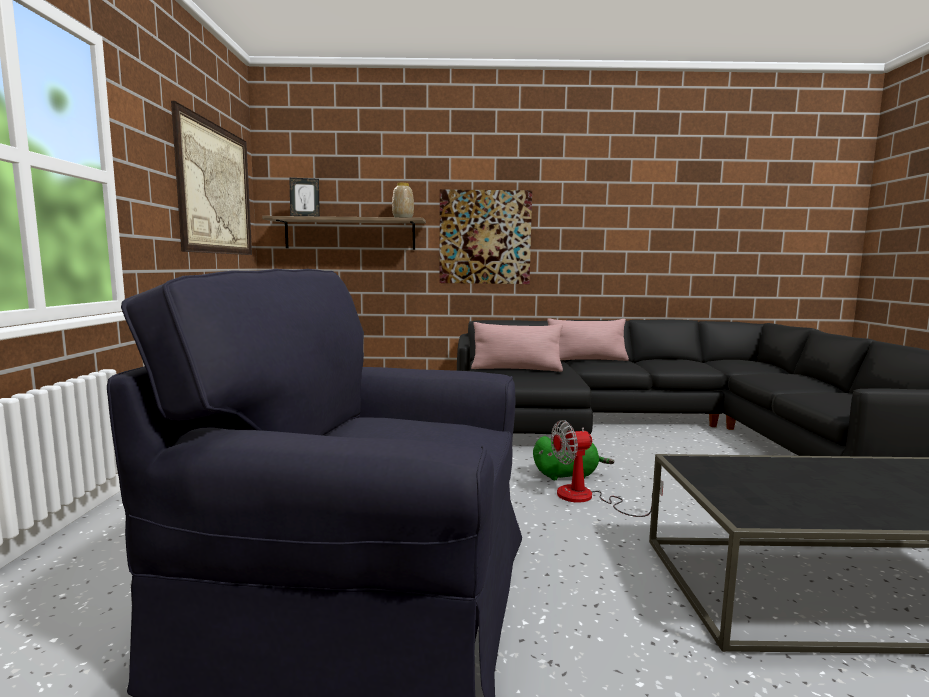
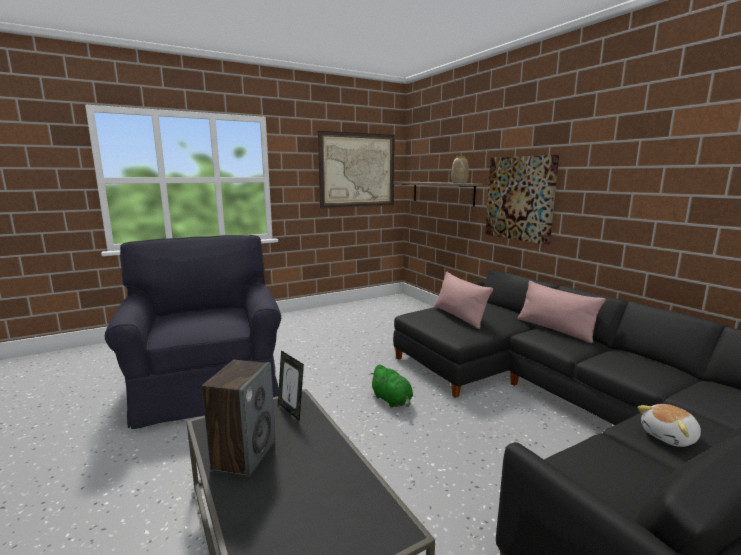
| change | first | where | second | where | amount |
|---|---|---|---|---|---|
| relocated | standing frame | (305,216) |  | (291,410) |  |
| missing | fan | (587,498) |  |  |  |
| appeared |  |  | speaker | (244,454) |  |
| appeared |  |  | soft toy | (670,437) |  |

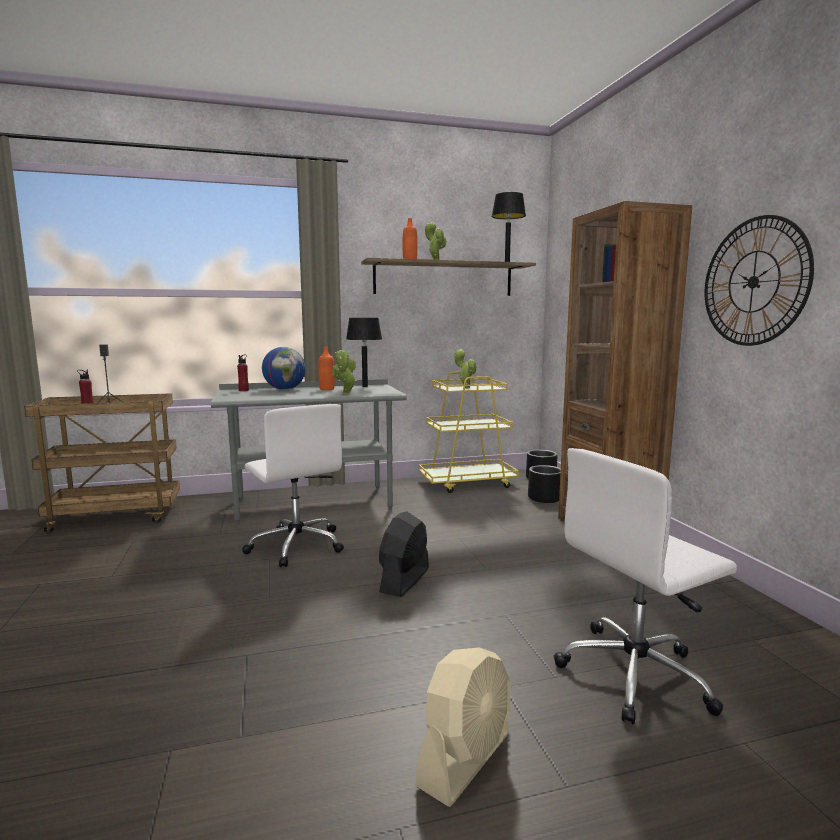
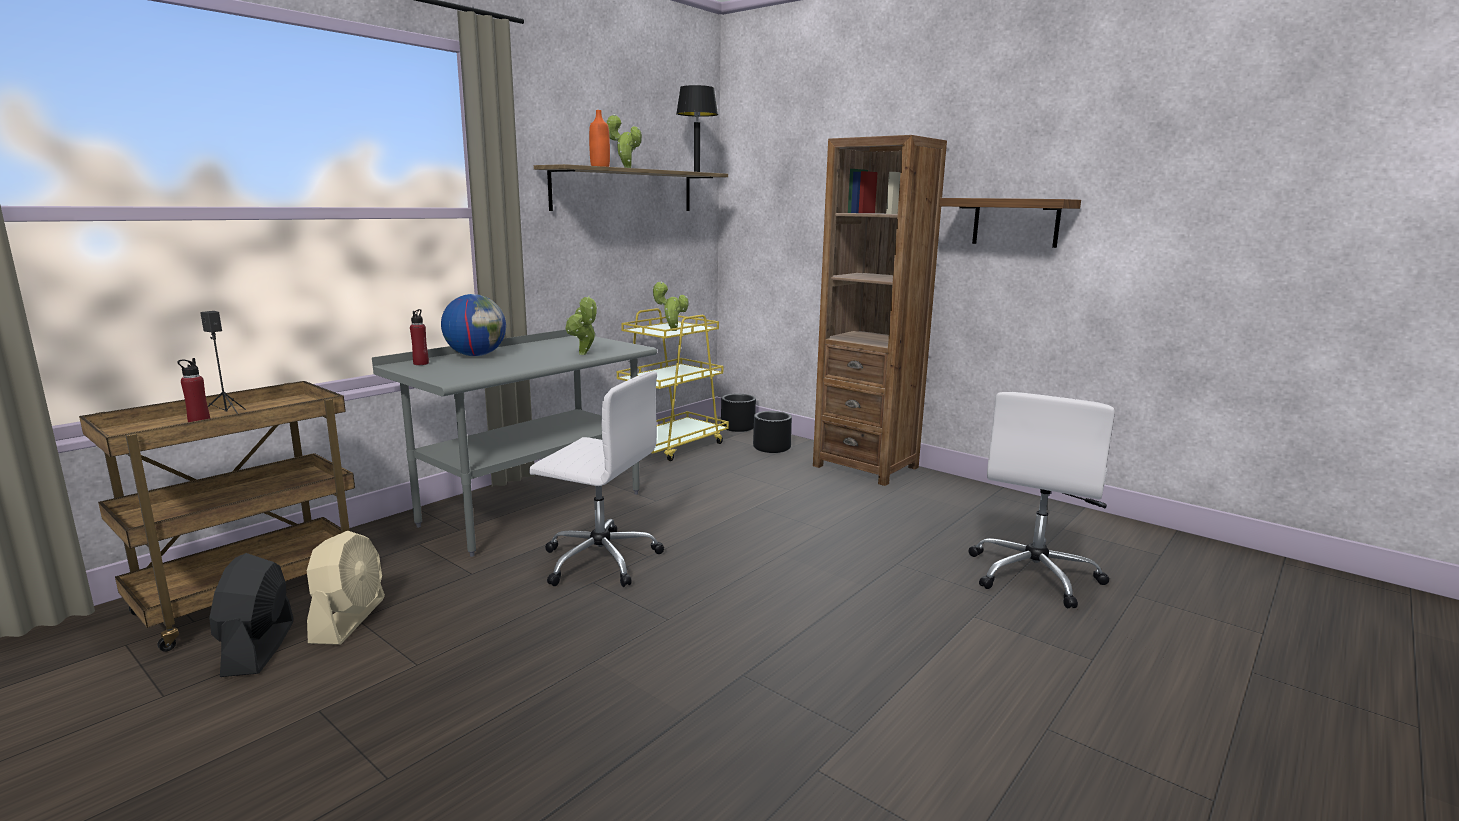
| change | first | where | second | where | amount |
|---|---|---|---|---|---|
| missing | beverage bottle/orange-coloured | (327,389) |  |  |  |
| missing | table lamp/black-coloured | (364,386) |  |  |  |
| relocated | fan/black-coloured | (404,580) |  | (259,648) |  |
| relocated | fan/beige-coloured | (465,758) |  | (349,619) |  |
| exchanged | clock on the wall | (753,282) | wall shelf | (1015,222) |  |

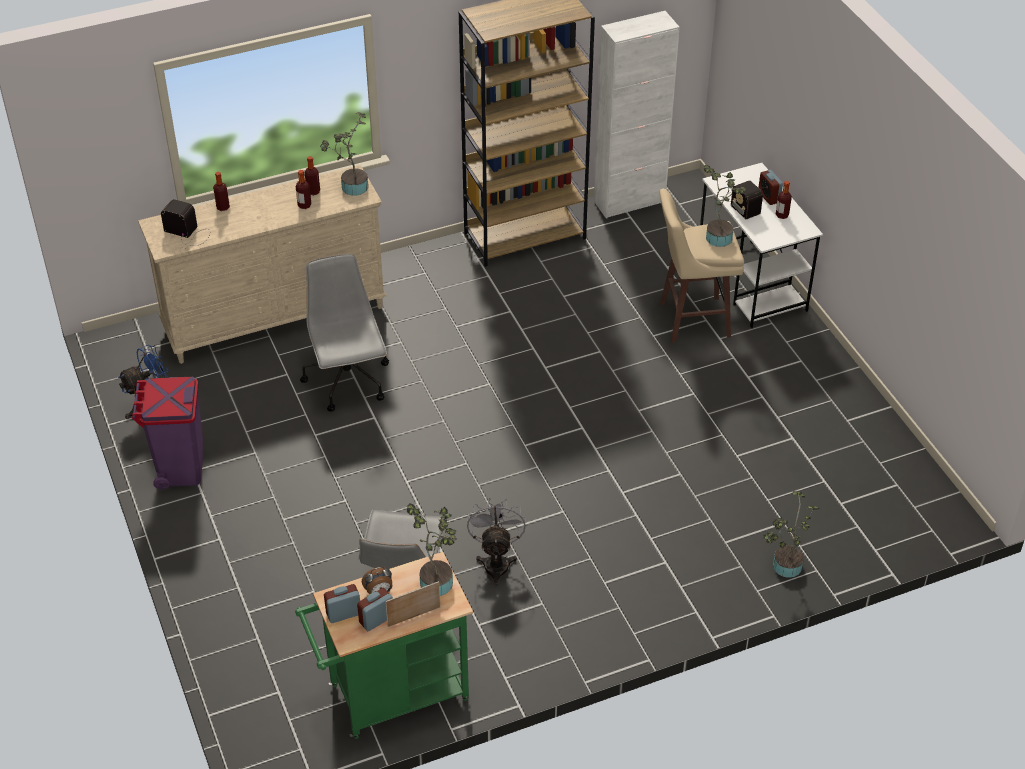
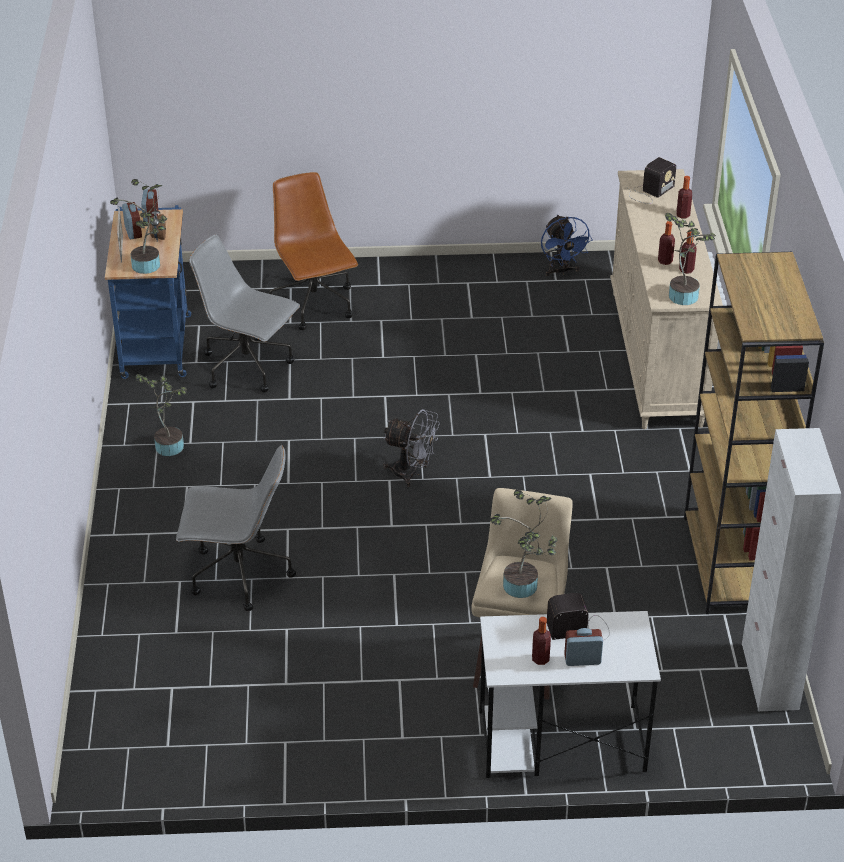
| change | first | where | second | where | amount |
|---|---|---|---|---|---|
| missing | waste bin/purplish | (180,468) |  |  |  |
| colour | wheeled cart/greenish | (390,696) | wheeled cart/blue | (156,341) |  |
| relocated | desk chair/gray | (348,382) |  | (238,575) |  |
| relocated | fan/gray | (496,562) |  | (411,473) |  |
| relocated | houseplant | (784,567) |  | (169,444) |  |
| appeared |  |  | desk chair/brownish | (314,305) |  |

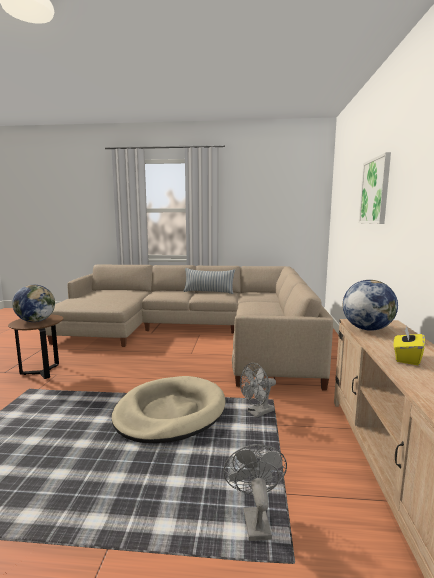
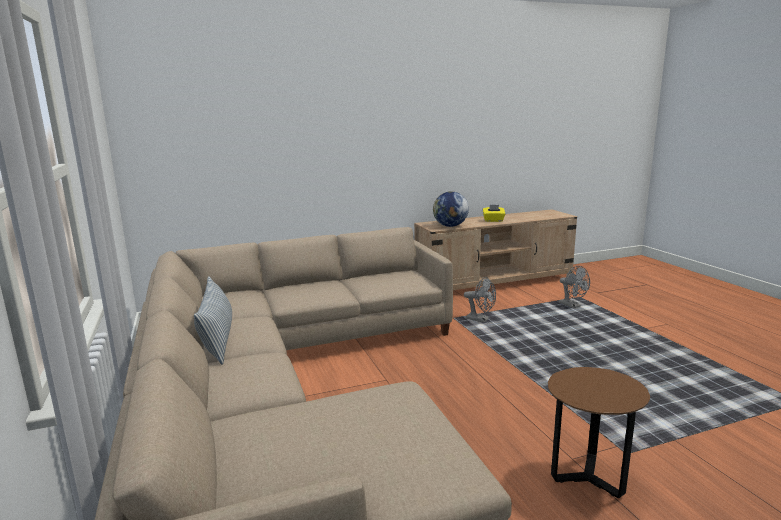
| change | first | where | second | where | amount |
|---|---|---|---|---|---|
| missing | desk globe | (36,321) |  |  |  |
| missing | pet bed/beige-coloured | (170,412) |  |  |  |
| spun | fan/gray | (255,519) |  | (572,306) | 90 degrees counterclockwise |
| missing | wall picture | (375,191) |  |  |  |

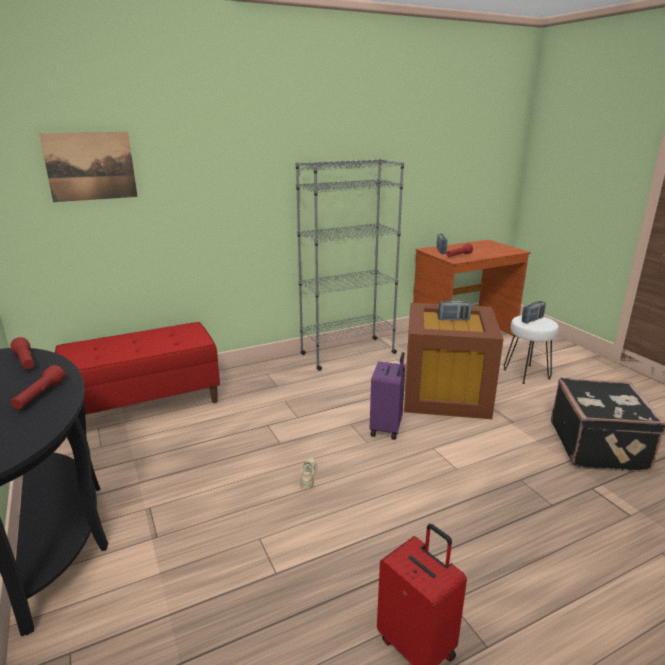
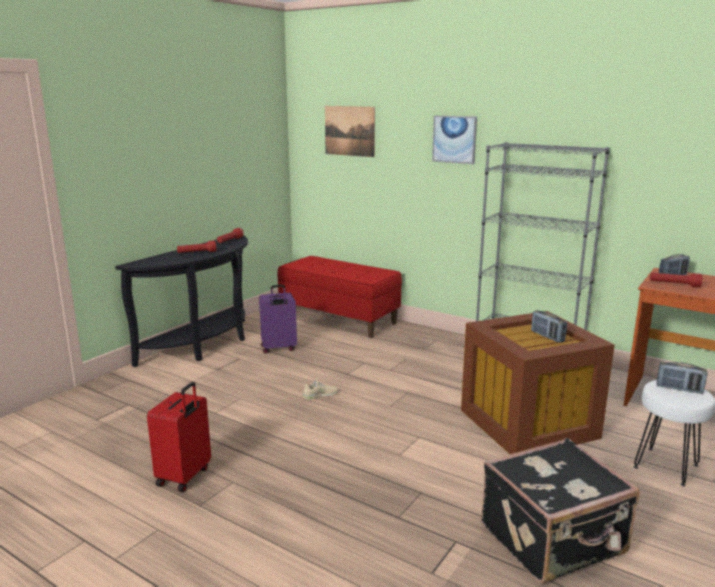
| change | first | where | second | where | amount |
|---|---|---|---|---|---|
| relocated | suitcase/purplish | (387,428) |  | (278,348) |  |
| appeared |  |  | wall picture | (454,139) |  |

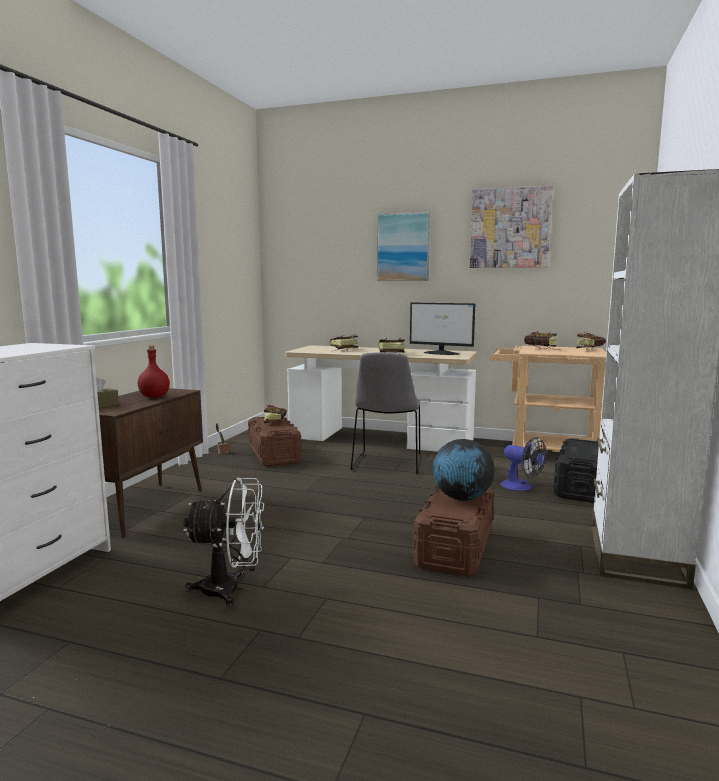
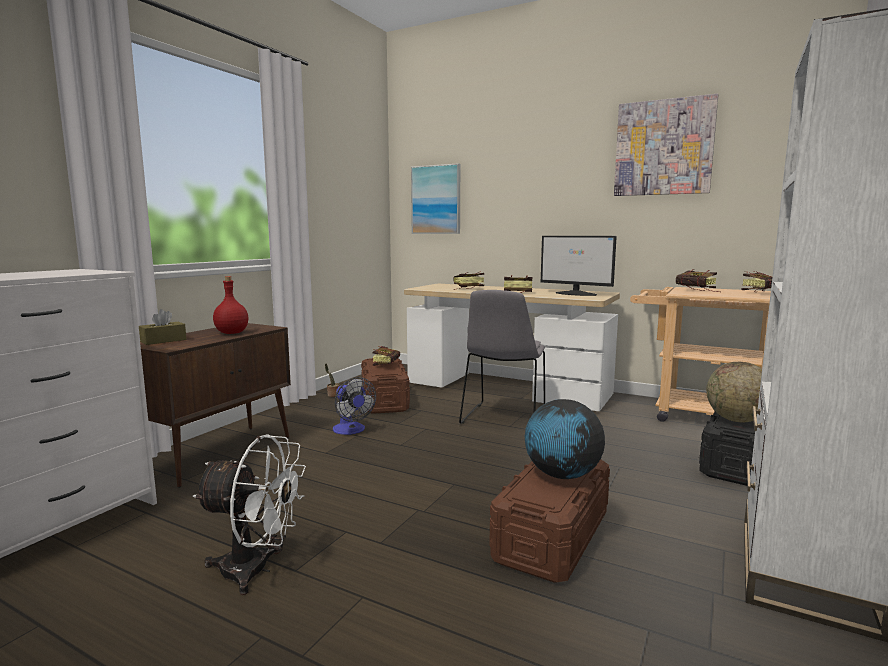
| change | first | where | second | where | amount |
|---|---|---|---|---|---|
| relocated | wall picture | (403,247) |  | (436,200) |  |
| relocated | fan | (521,487) |  | (351,430) |  |
| appeared |  |  | desk globe | (737,420) |  |

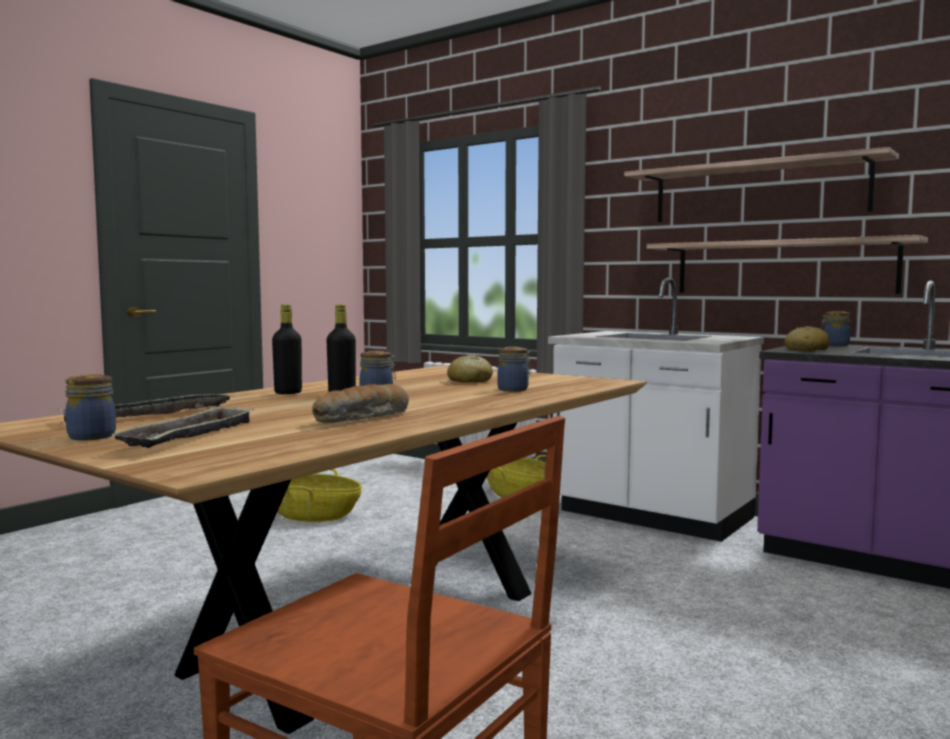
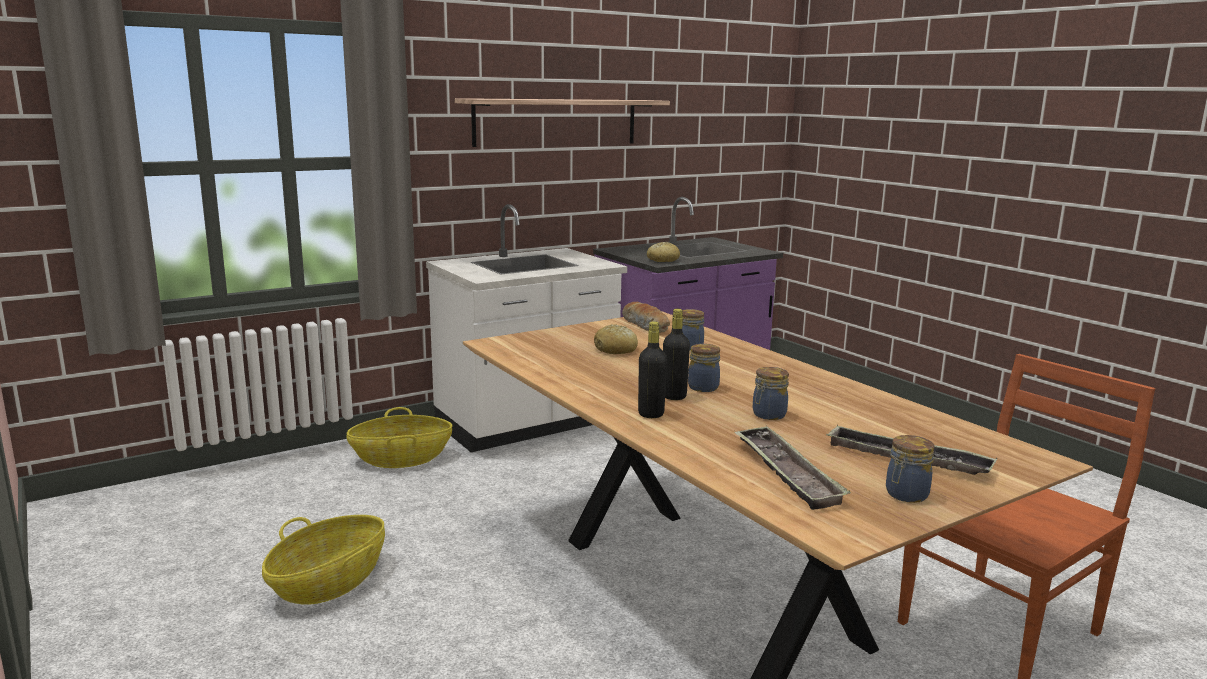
| change | first | where | second | where | amount |
|---|---|---|---|---|---|
| relocated | baked bread | (364,418) |  | (646,326) |  |
| missing | wall shelf | (782,267) |  |  |  |
| relocated | jar | (834,345) |  | (768,415) |  |

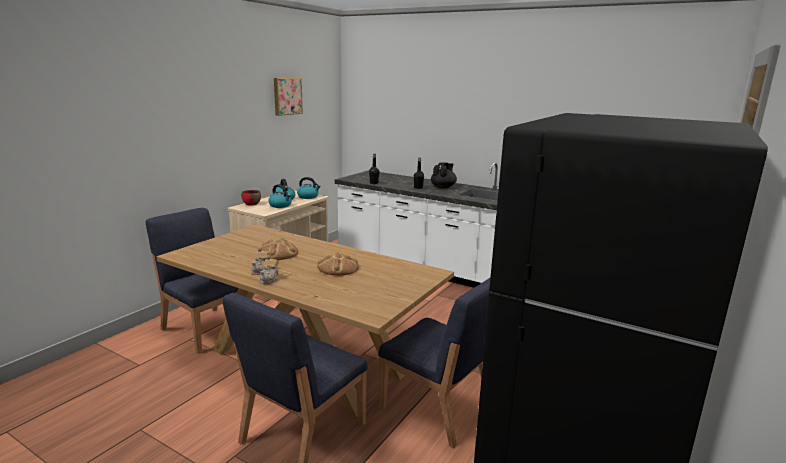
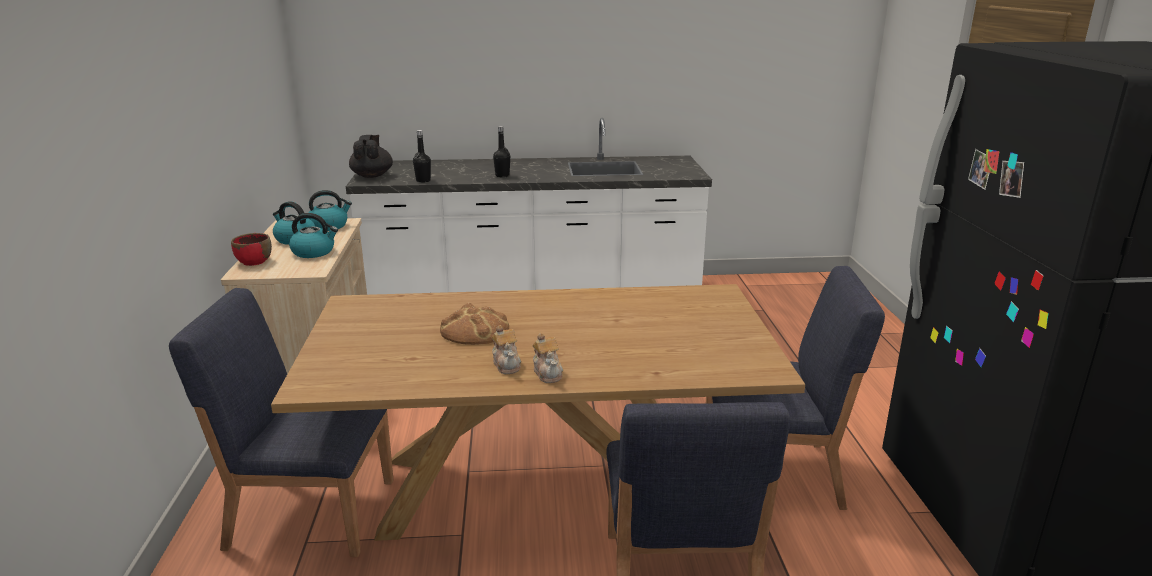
| change | first | where | second | where | amount |
|---|---|---|---|---|---|
| missing | wall picture | (287,96) |  |  |  |
| missing | baked bread | (338,268) |  |  |  |
| relocated | tea pot/black-coloured | (443,187) |  | (372,175) |  |

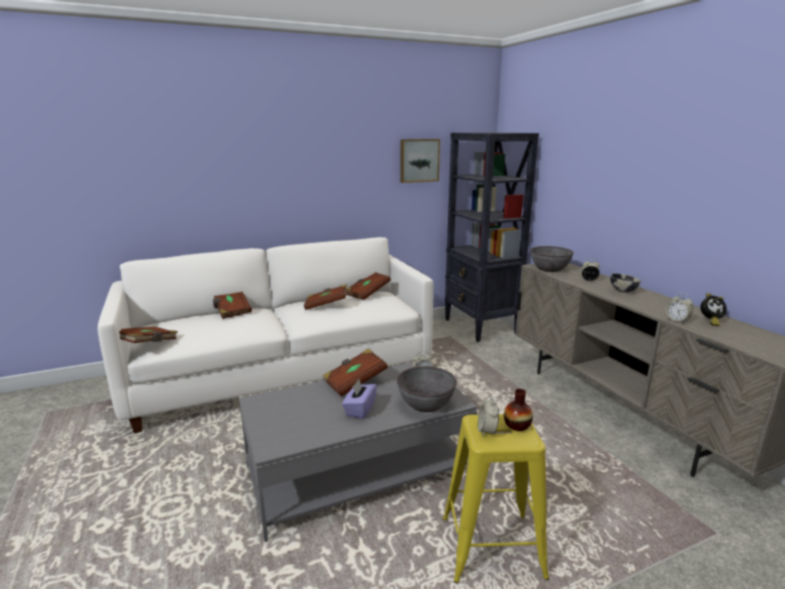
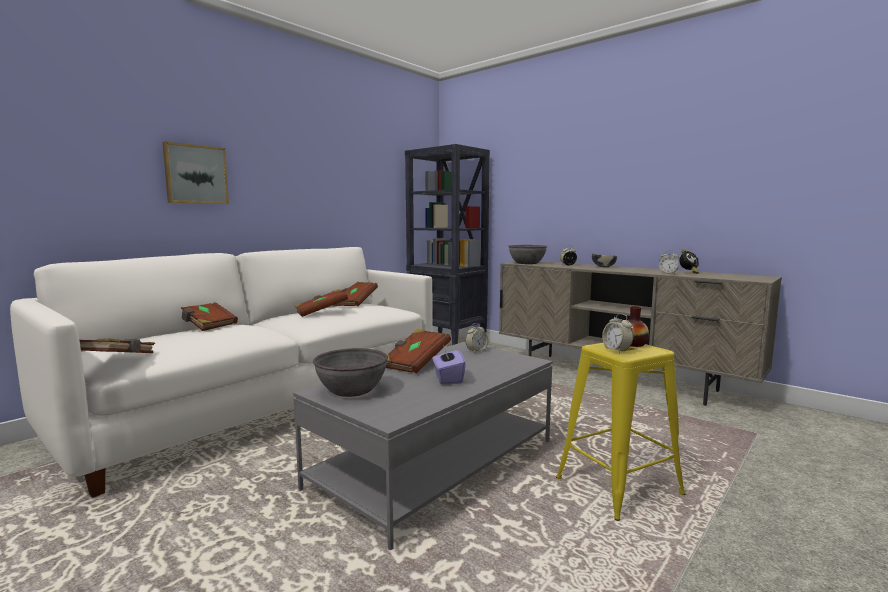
| change | first | where | second | where | amount |
|---|---|---|---|---|---|
| relocated | bowl/gray | (426,403) |  | (352,390) |  |
| relocated | wall picture | (419,160) |  | (195,174) |  |

